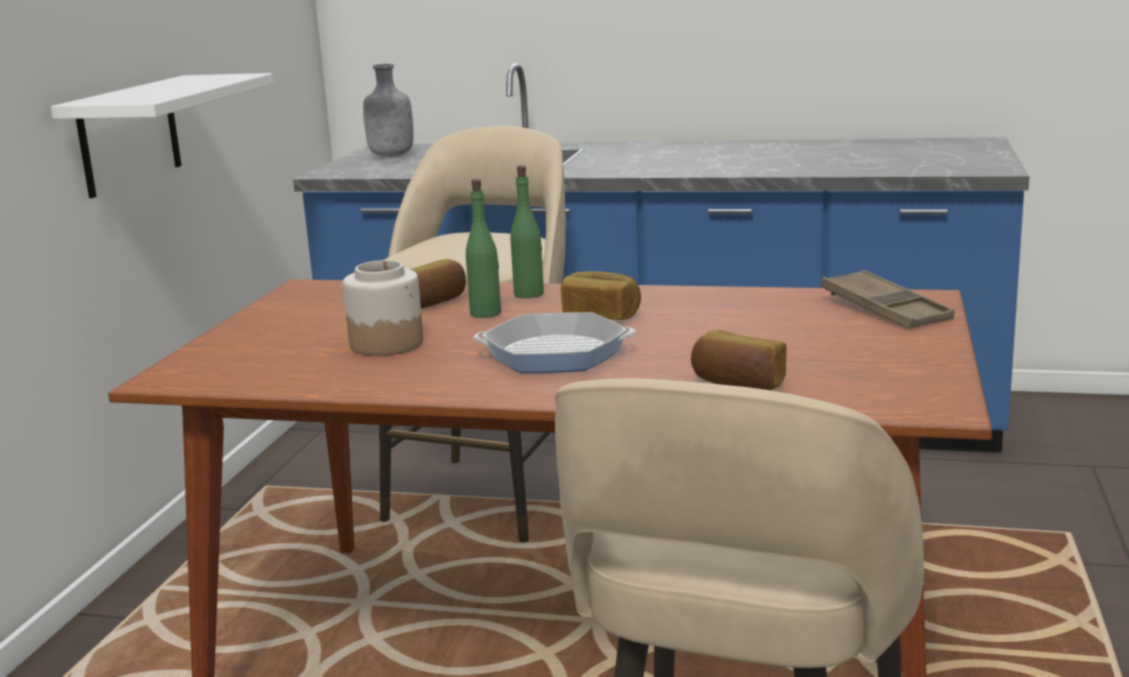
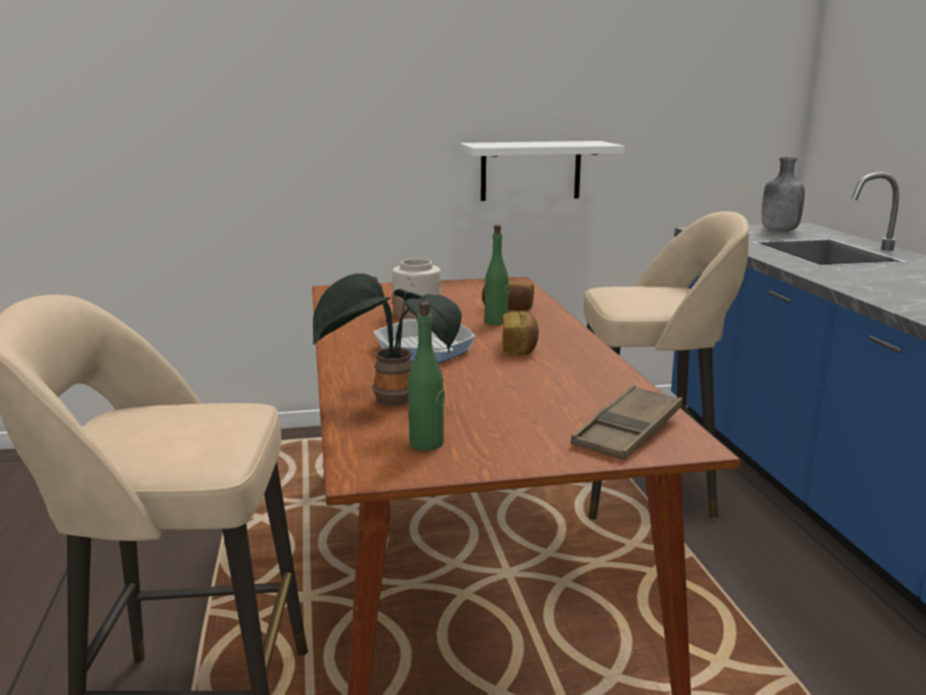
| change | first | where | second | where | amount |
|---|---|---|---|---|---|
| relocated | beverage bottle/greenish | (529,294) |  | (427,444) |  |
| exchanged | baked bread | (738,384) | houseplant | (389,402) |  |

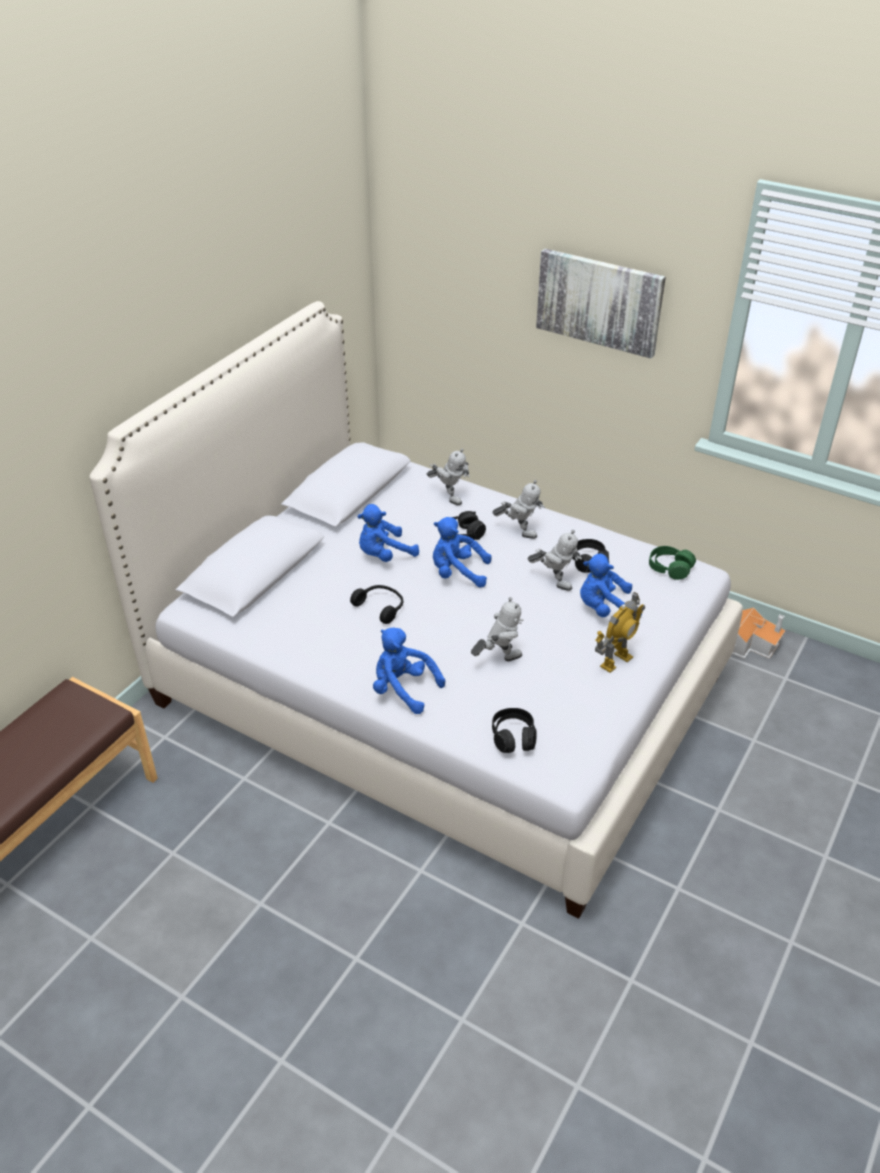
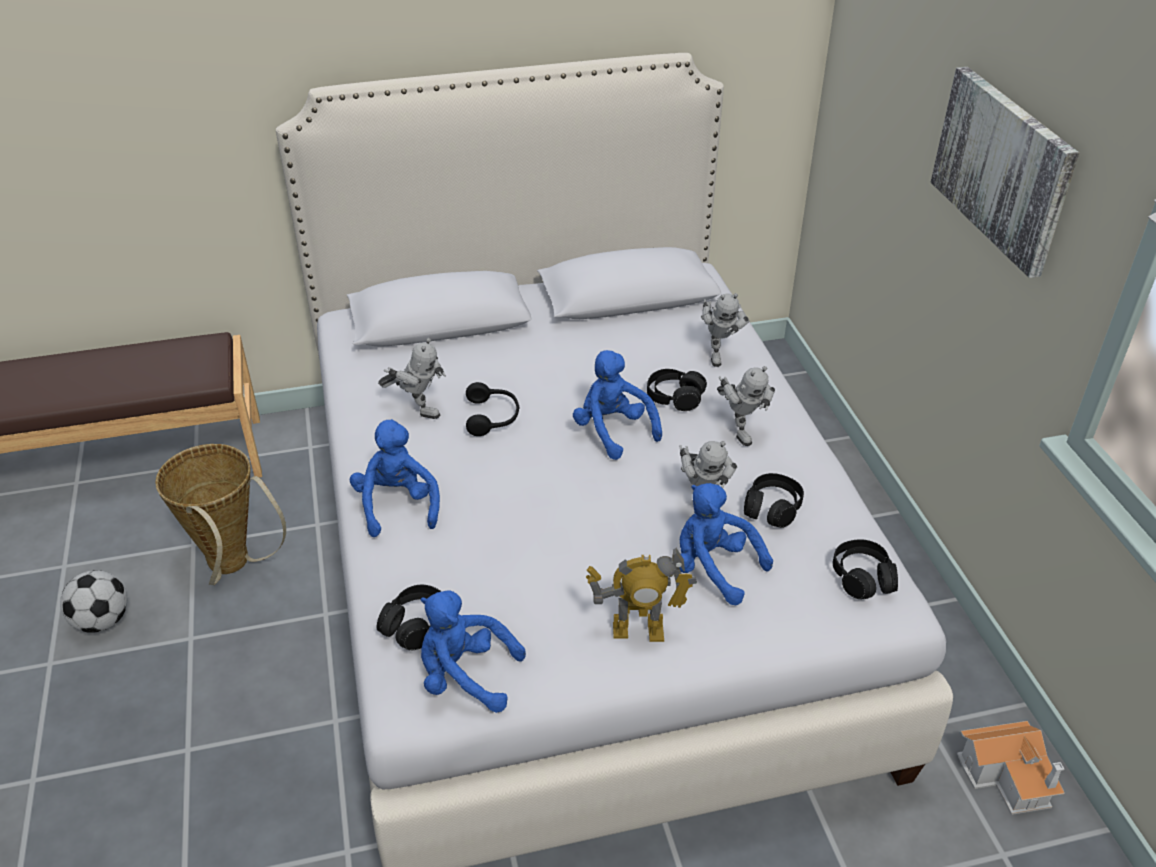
| change | first | where | second | where | amount |
|---|---|---|---|---|---|
| relocated | soft toy/blue | (384,555) |  | (465,676) |  |
| relocated | robot figure | (498,659) |  | (417,409) |  |
| colour | headphones/greenish | (670,568) | headphones/black-coloured | (862,578) |  |
| appeared |  |  | football ball | (102,621) |  |
| appeared |  |  | basket | (233,567) |  |

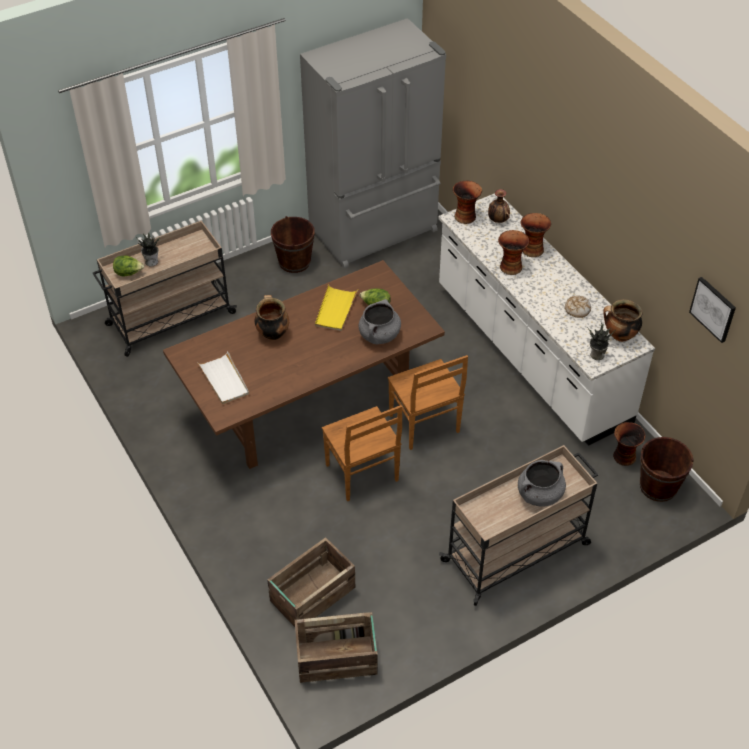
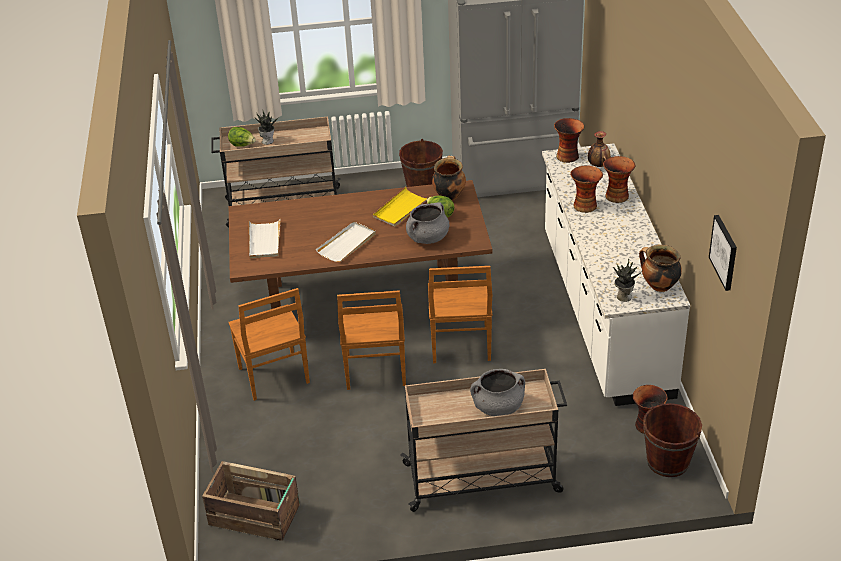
| change | first | where | second | where | amount |
|---|---|---|---|---|---|
| relocated | stockpot | (272,333) |  | (449,195) |  |
| missing | crate | (311,595) |  |  |  |
| missing | baked bread | (577,309) |  |  |  |
| appeared |  |  | chair/brownish | (274,377) |  |
| appeared |  |  | carrying tray/whitish | (347,244) |  |

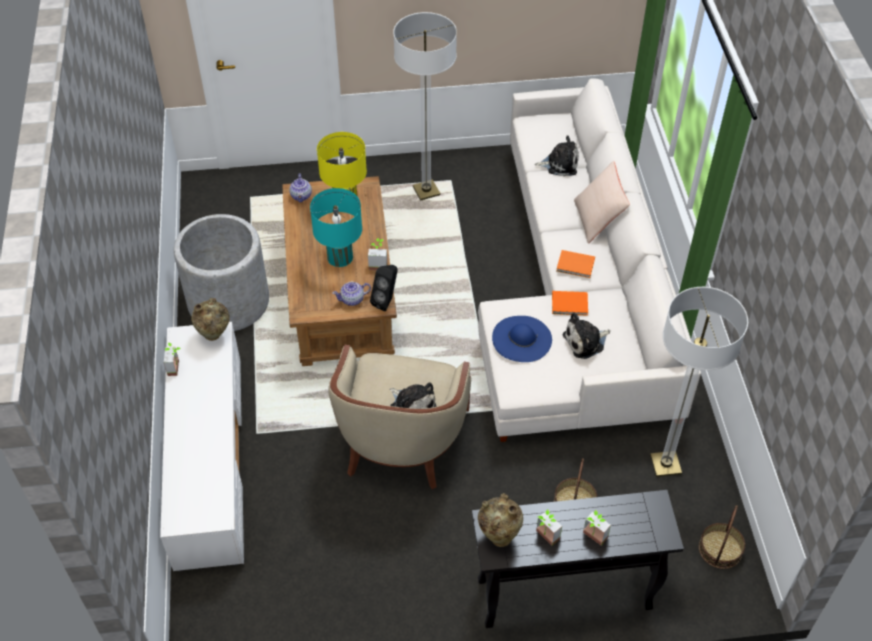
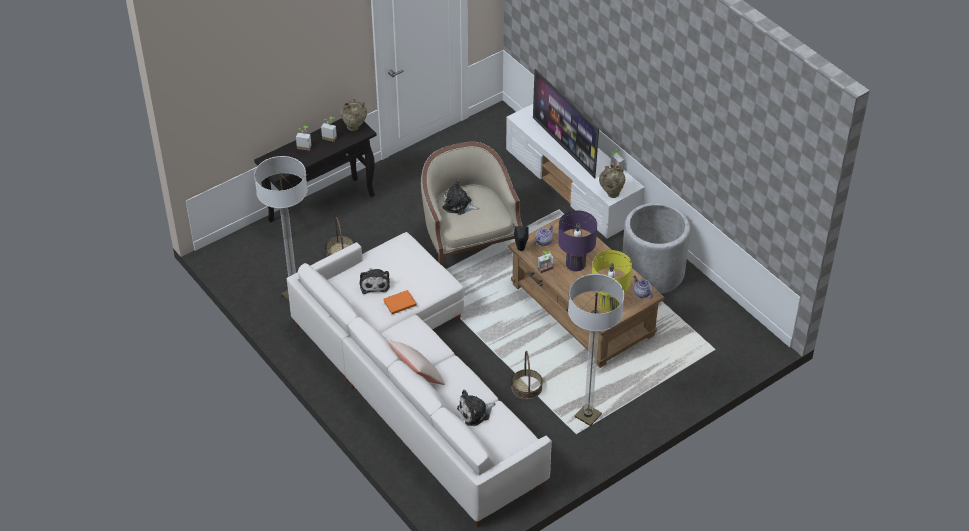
| change | first | where | second | where | amount |
|---|---|---|---|---|---|
| colour | table lamp/turquoise | (340,257) | table lamp/purplish | (575,264) |  |
| missing | wearable hat/blue | (521,339) |  |  |  |
| missing | book/orange-coloured | (576,266) |  |  |  |
| spun | soft toy | (585,342) |  | (374,283) | 135 degrees clockwise |
| relocated | basket | (720,549) |  | (526,387) |  |
| appeared |  |  | TV set | (565,147) |  |

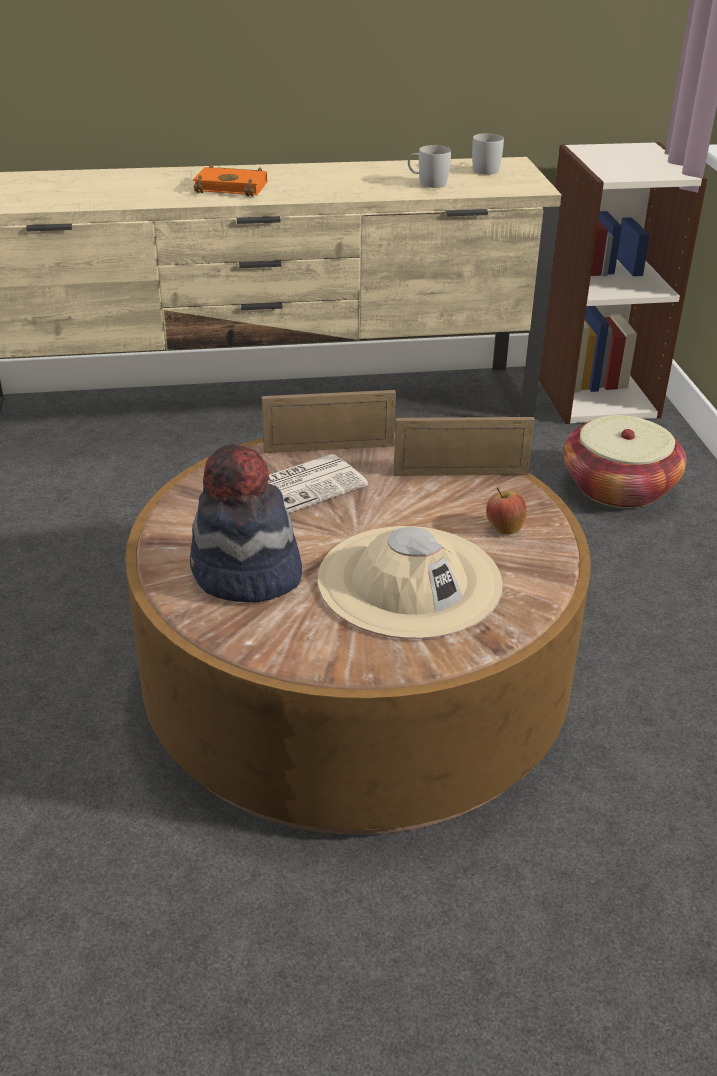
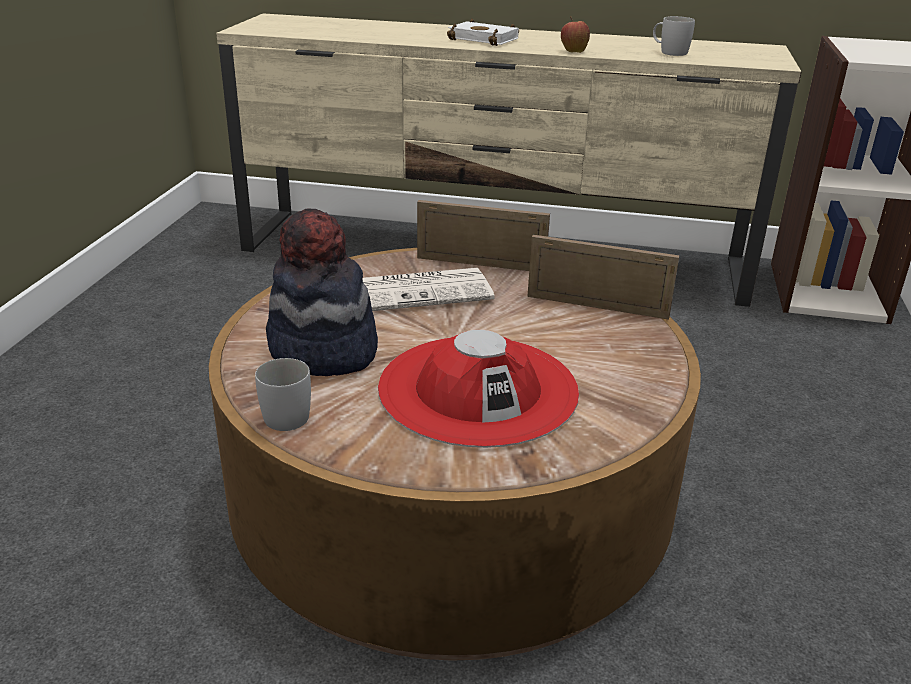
| change | first | where | second | where | amount |
|---|---|---|---|---|---|
| colour | book/orange-coloured | (233,187) | book/whitish | (486,39) |  |
| colour | wearable hat/beige-coloured | (409,581) | wearable hat/red-coloured | (478,389) |  |
| relocated | mug/whitish | (484,169) |  | (290,413) |  |
| relocated | whole apple | (504,528) |  | (573,51) |  |
| missing | basket | (618,488) |  |  |  |

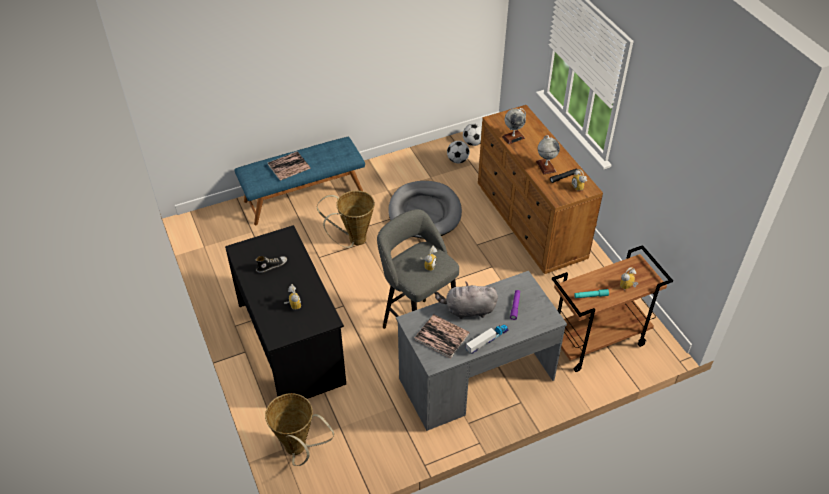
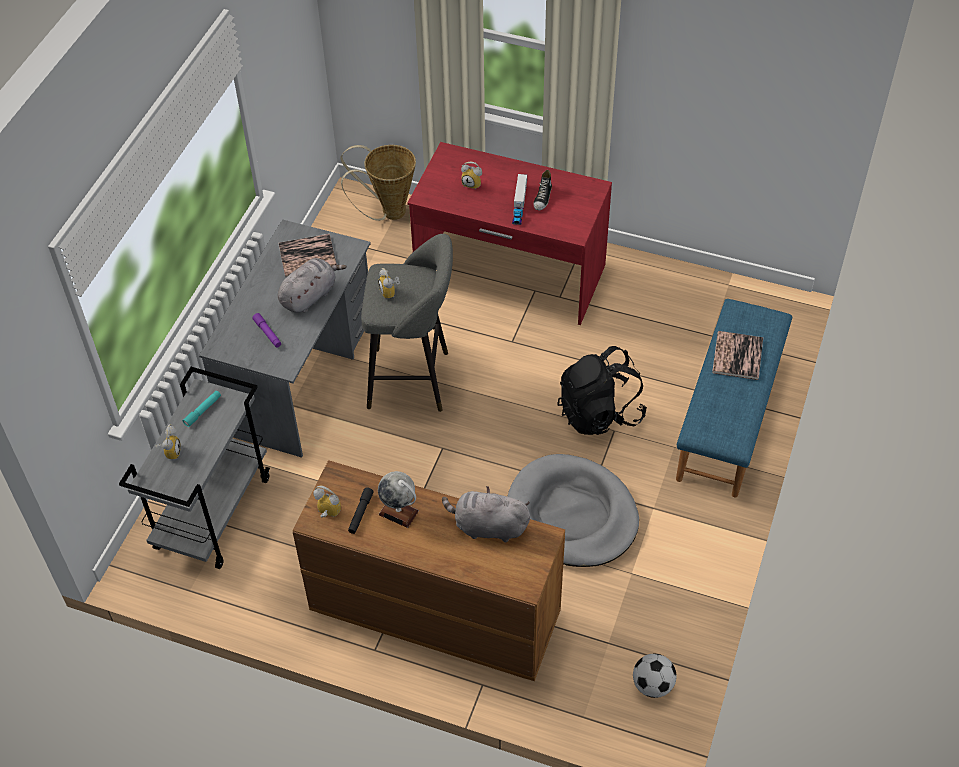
| change | first | where | second | where | amount |
|---|---|---|---|---|---|
| colour | desk table/black-coloured | (292,343) | desk table/red-coloured | (509,275) |  |
| exchanged | basket | (353,240) | backpack/black-coloured | (599,413) |  |
| missing | football ball | (457,160) |  |  |  |
| relocated | toy lorry | (487,340) |  | (519,204) |  |
| exchanged | desk globe | (513,137) | soft toy/gray | (488,527) |  |
| colour | wheeled cart/brownish | (596,341) | wheeled cart/gray | (213,512) |  |

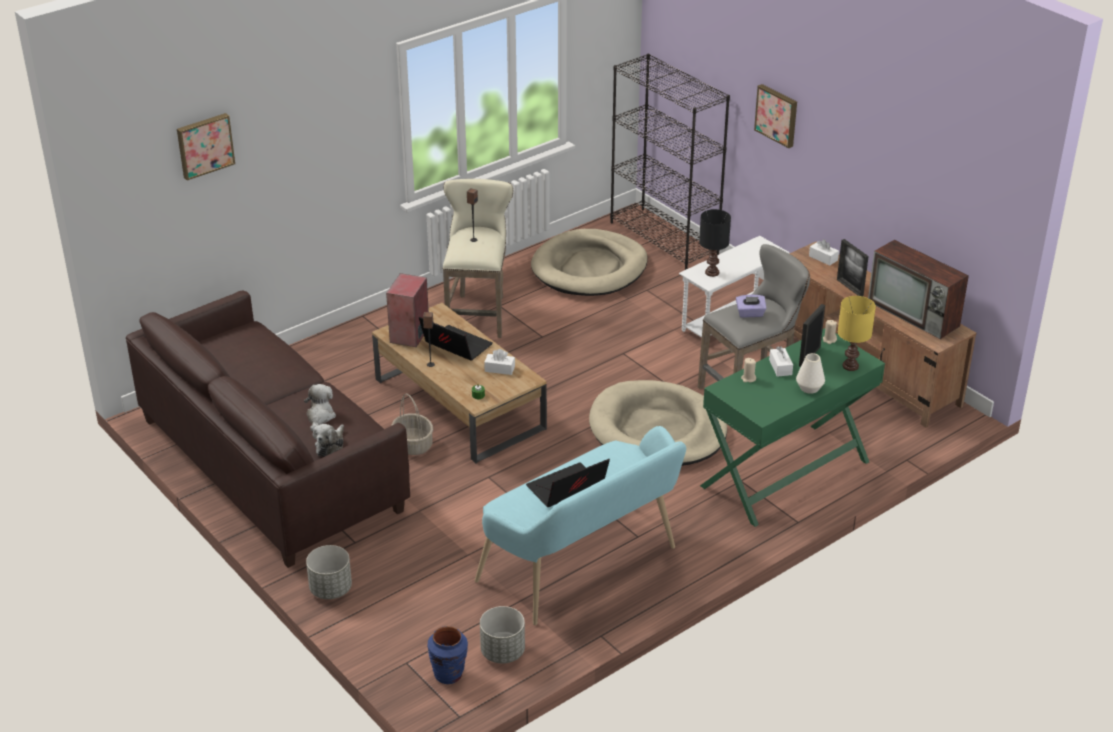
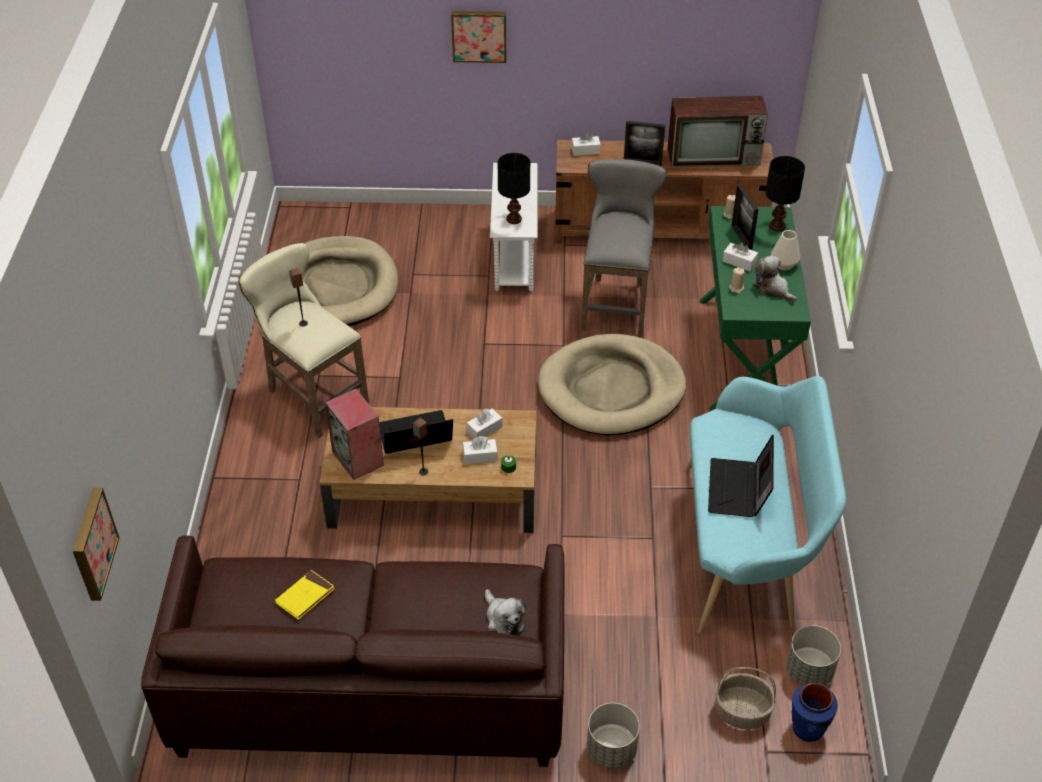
| change | first | where | second | where | amount |
|---|---|---|---|---|---|
| relocated | wall picture | (204,145) |  | (91,544) |  |
| relocated | soft toy | (320,417) |  | (772,289) |  |
| relocated | basket | (412,445) |  | (741,712) |  |
| missing | bookshelf/black-coloured | (664,239) |  |  |  |
| missing | box of tissues/purplish | (750,313) |  |  |  |
| colour | table lamp/yellowish | (850,366) | table lamp/black-coloured | (777,226) |  |
| appeared |  |  | book/yellowish | (305,596) |  |
| appeared |  |  | box of tissues/whitish | (480,456) |  |

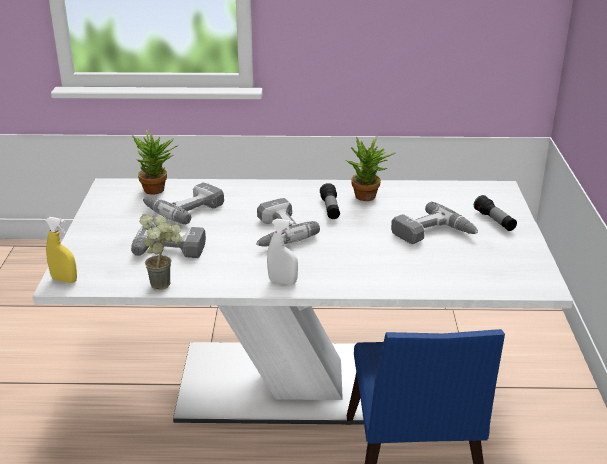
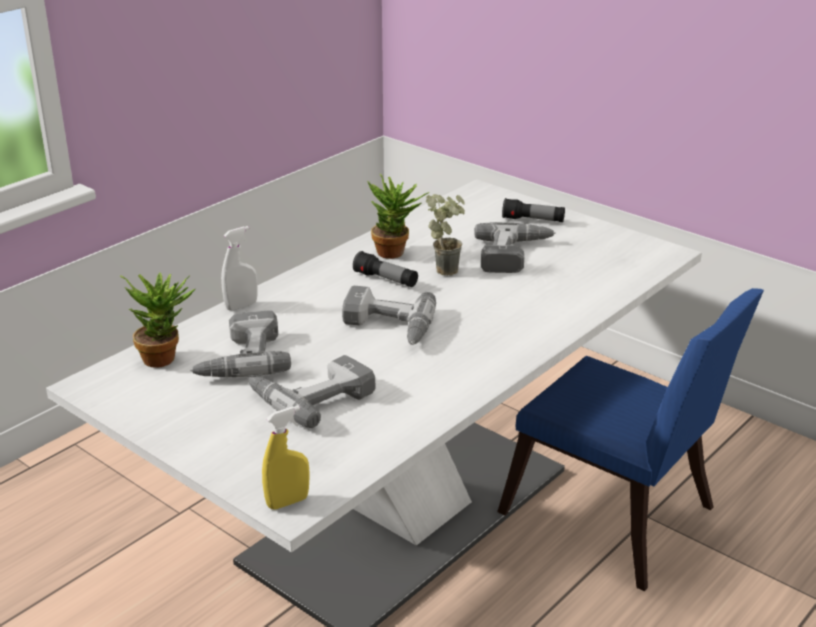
| change | first | where | second | where | amount |
|---|---|---|---|---|---|
| relocated | houseplant | (166,283) |  | (447,268) |  |
| relocated | sprayer/whitish | (282,282) |  | (241,306) |  |

